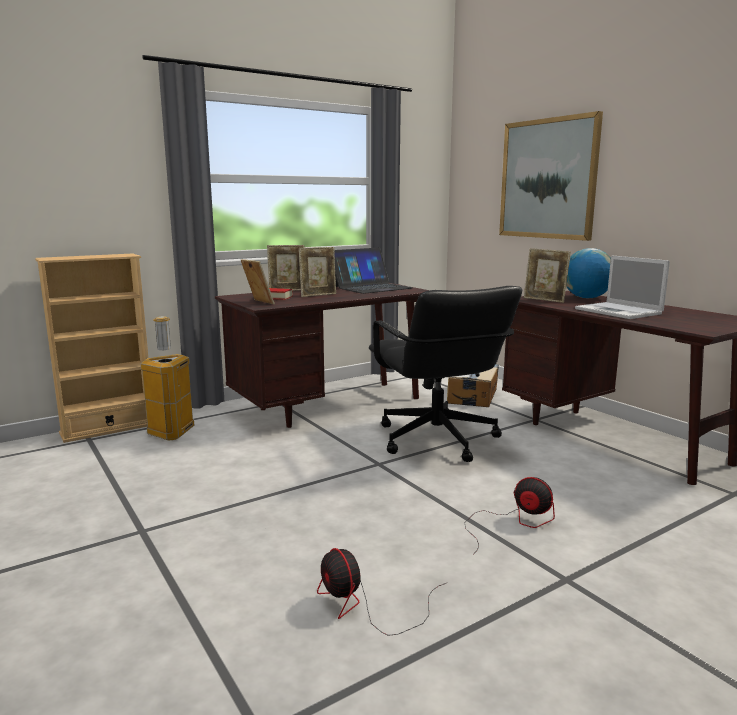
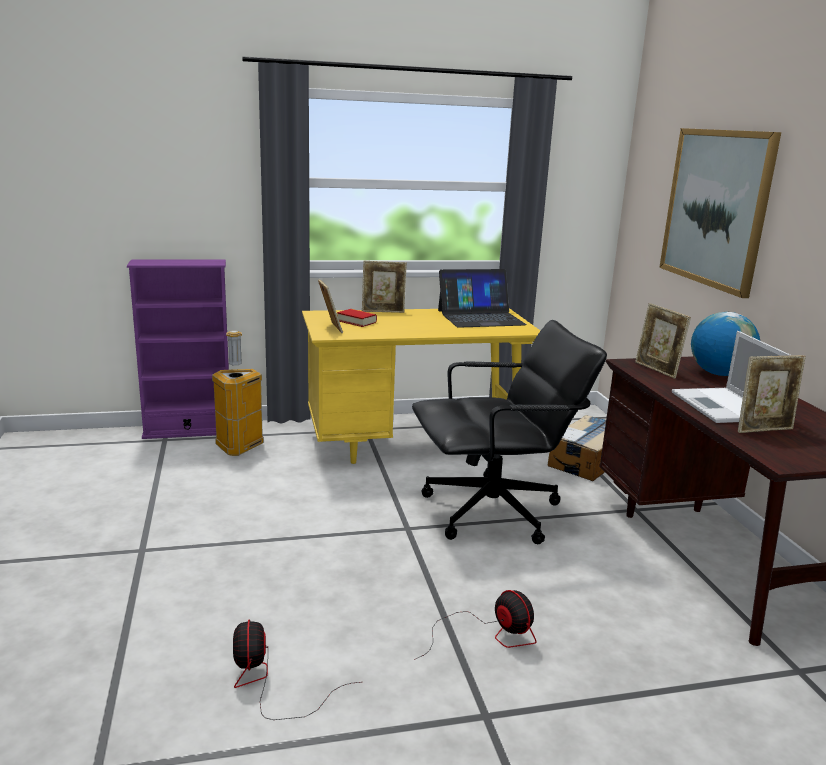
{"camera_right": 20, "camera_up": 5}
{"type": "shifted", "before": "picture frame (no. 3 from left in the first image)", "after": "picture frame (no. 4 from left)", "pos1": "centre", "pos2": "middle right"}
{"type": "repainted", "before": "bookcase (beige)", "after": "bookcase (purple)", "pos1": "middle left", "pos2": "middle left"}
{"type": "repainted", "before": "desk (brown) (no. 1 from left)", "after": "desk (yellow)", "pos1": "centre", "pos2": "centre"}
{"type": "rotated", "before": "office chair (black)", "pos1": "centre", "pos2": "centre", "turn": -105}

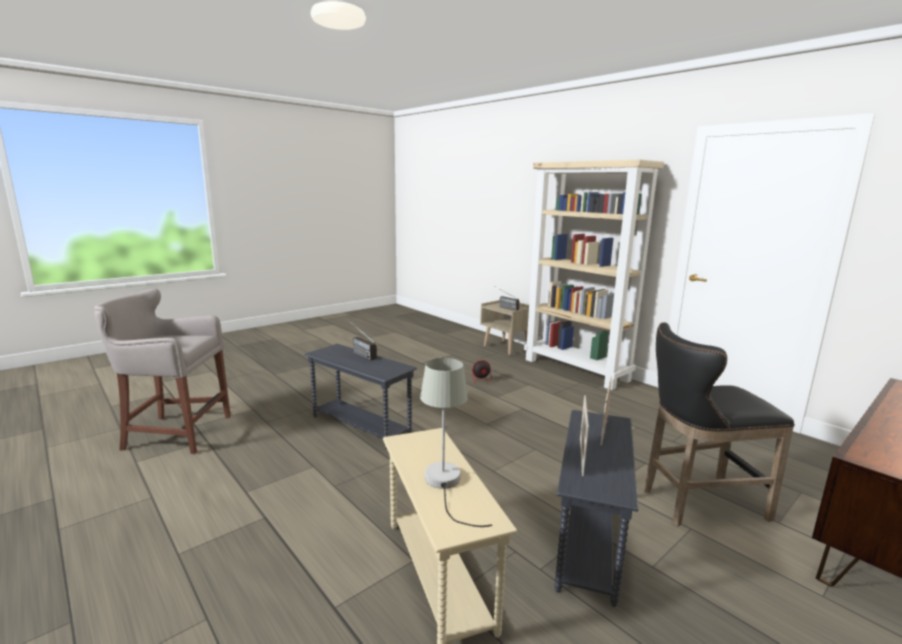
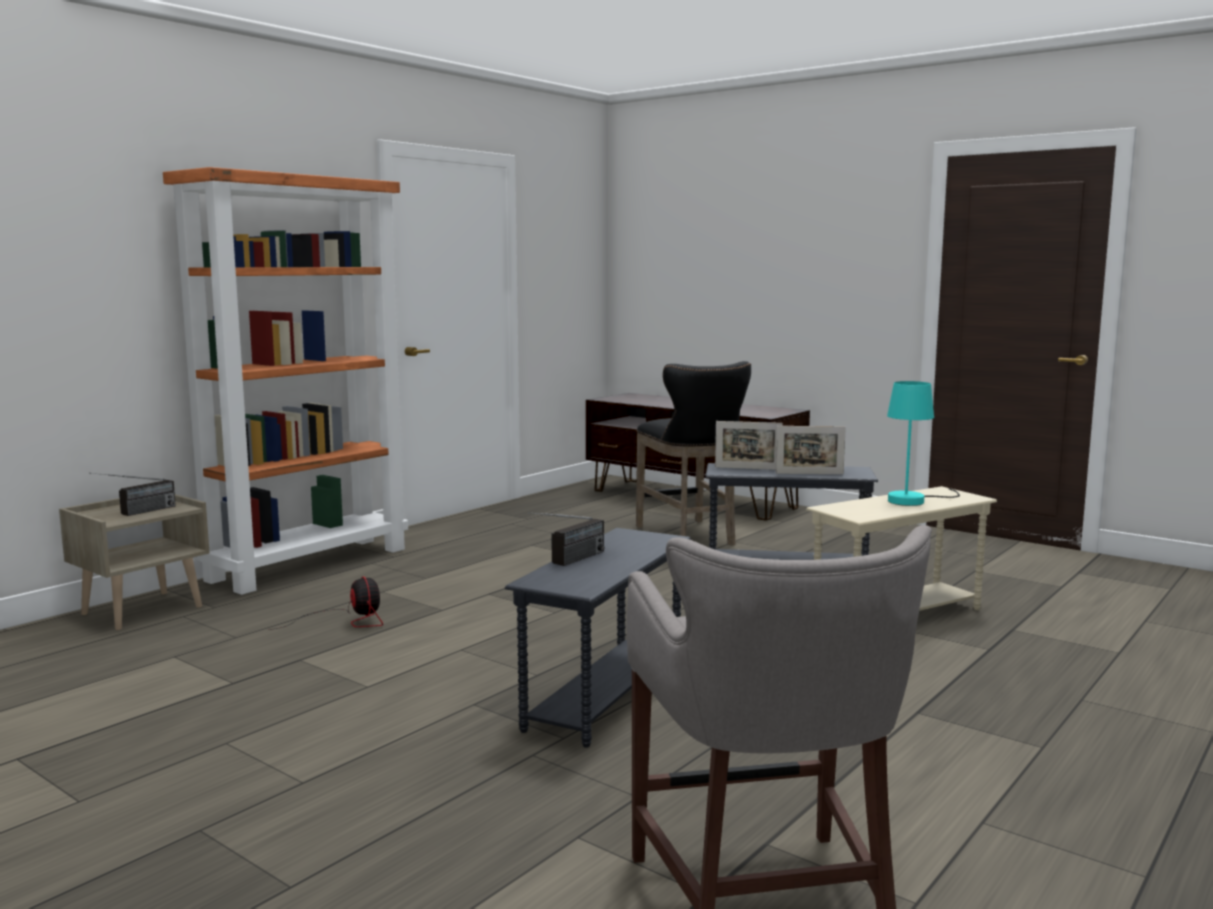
{"camera_right": -100, "camera_up": -5}
{"type": "repainted", "before": "bookcase (beige)", "after": "bookcase (orange)", "pos1": "centre", "pos2": "middle left"}
{"type": "repainted", "before": "table lamp (grey)", "after": "table lamp (turquoise)", "pos1": "bottom centre", "pos2": "middle right"}

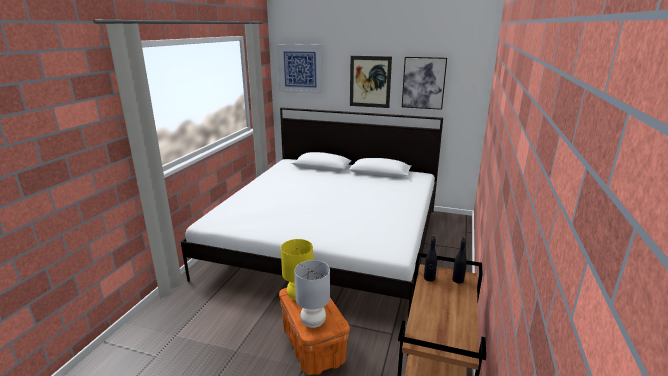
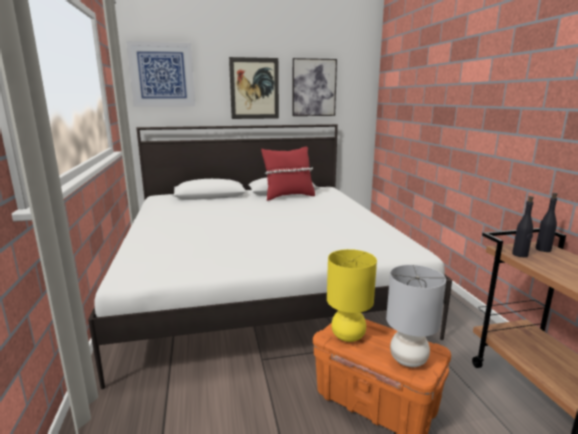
{"camera_right": -30, "camera_up": -5}
{"type": "new", "after": "pillow (red)", "pos2": "centre"}

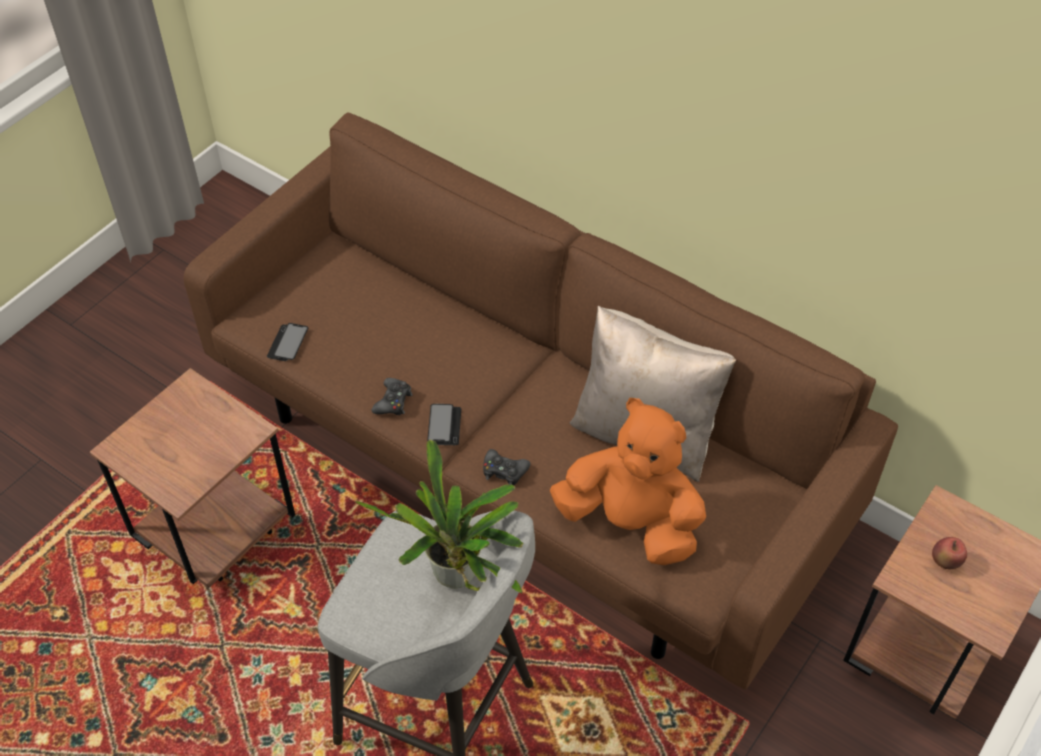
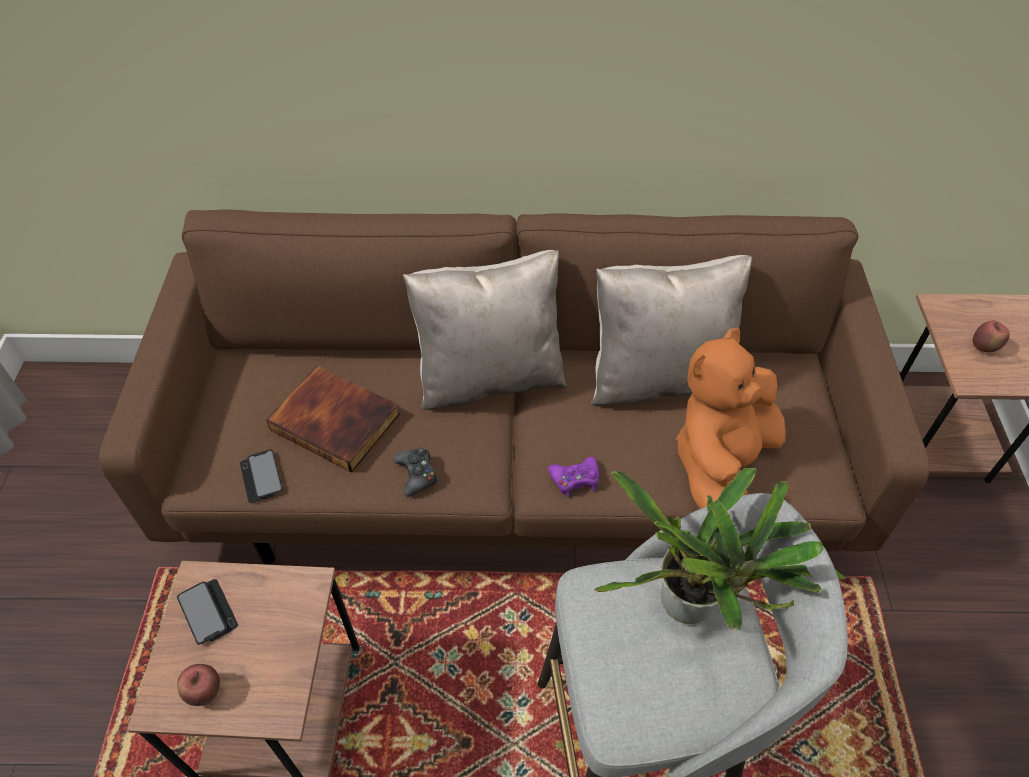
{"camera_right": -35, "camera_up": 0}
{"type": "rotated", "before": "plush toy (orange)", "pos1": "centre", "pos2": "middle right", "turn": -45}
{"type": "shifted", "before": "phone (no. 2 from left in the first image)", "after": "phone (no. 1 from left)", "pos1": "centre", "pos2": "bottom left"}
{"type": "repainted", "before": "game controller (black) (no. 2 from left)", "after": "game controller (purple)", "pos1": "centre", "pos2": "centre"}
{"type": "new", "after": "pillow (beige) (no. 1 from left)", "pos2": "centre"}
{"type": "new", "after": "book", "pos2": "middle left"}
{"type": "new", "after": "apple (no. 1 from left)", "pos2": "bottom left"}

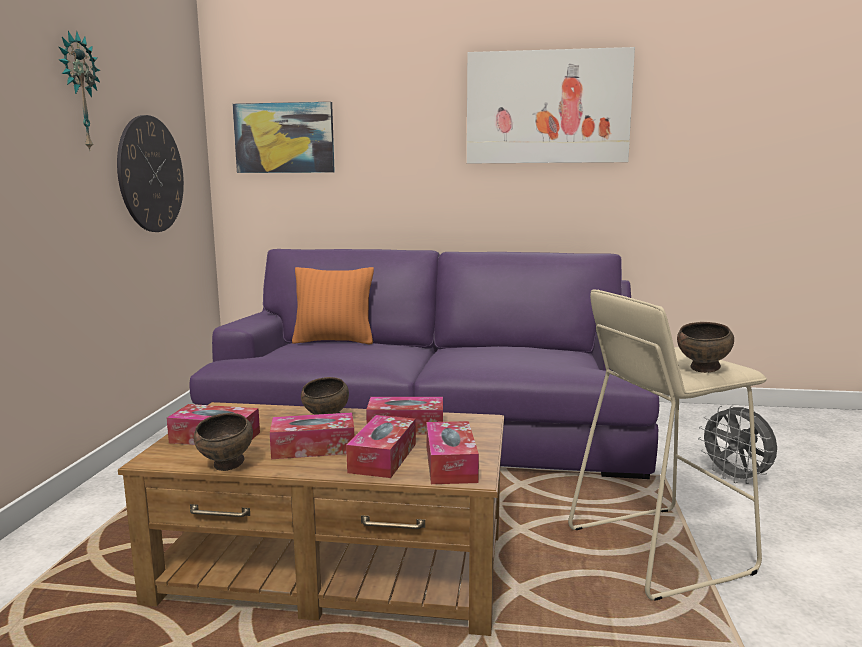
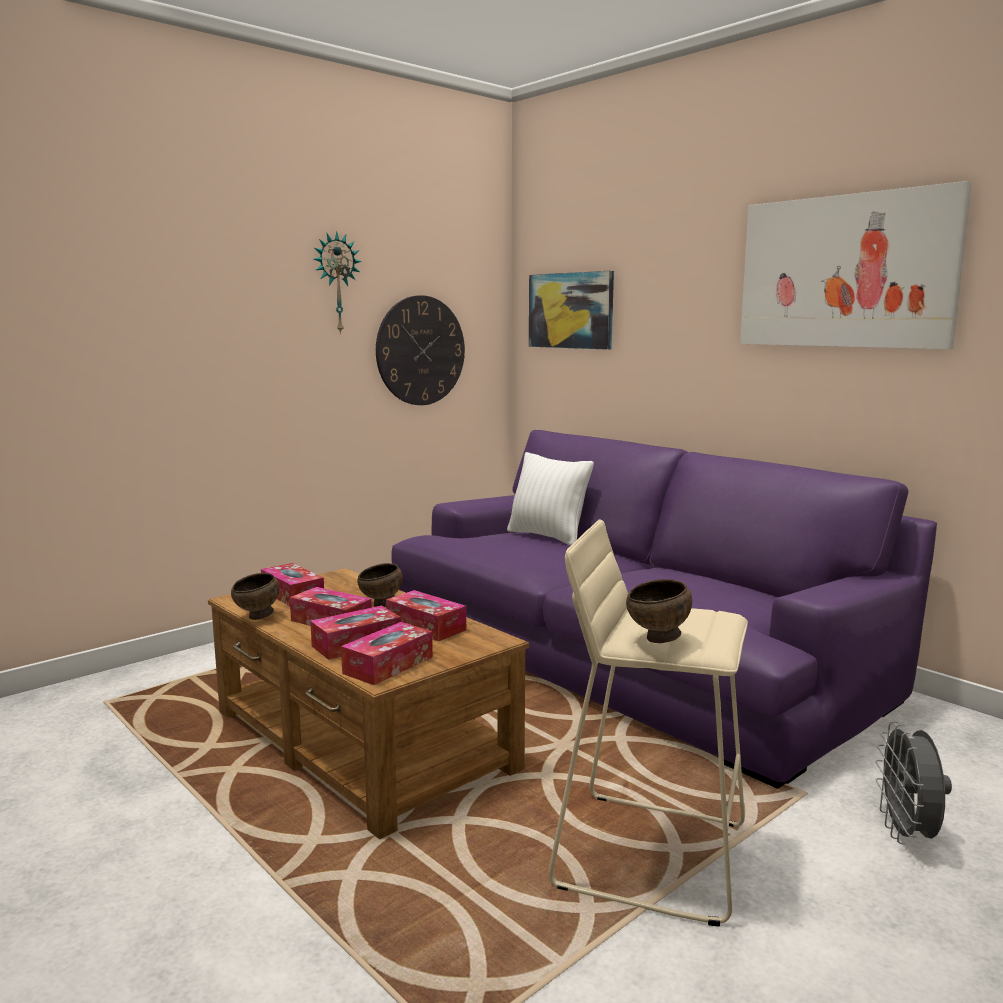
{"camera_right": 40, "camera_up": 0}
{"type": "repainted", "before": "pillow (orange)", "after": "pillow (white)", "pos1": "centre", "pos2": "centre"}

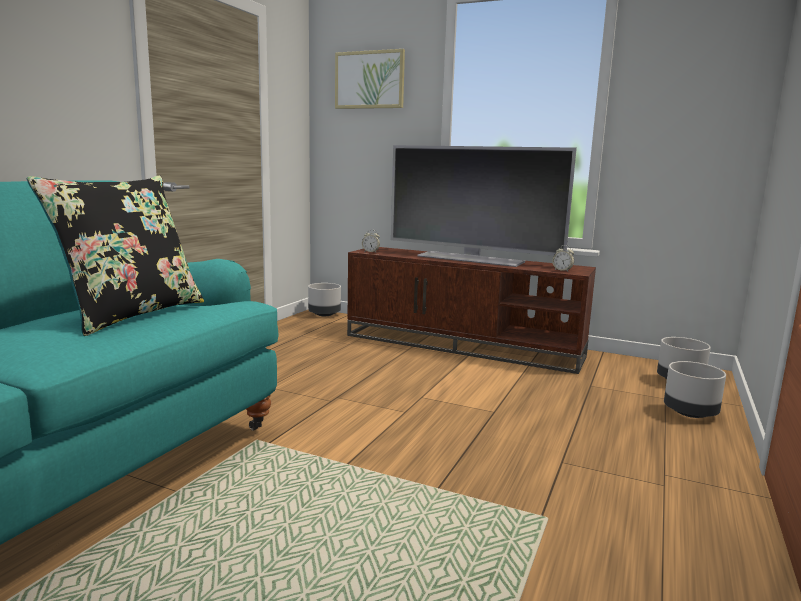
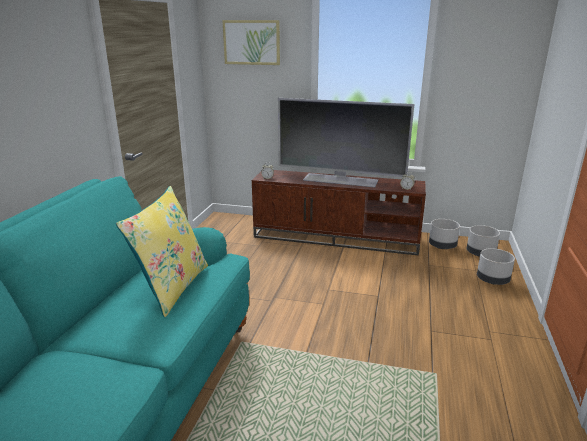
{"camera_right": -10, "camera_up": 10}
{"type": "repainted", "before": "pillow (black)", "after": "pillow (yellow)", "pos1": "middle left", "pos2": "middle left"}
{"type": "shifted", "before": "planter (grey) (no. 1 from left)", "pos1": "centre", "pos2": "middle right"}

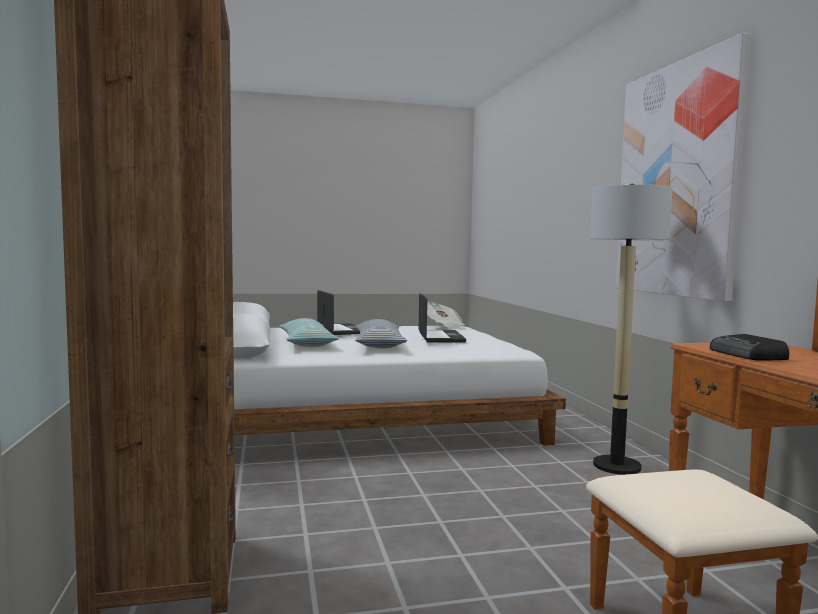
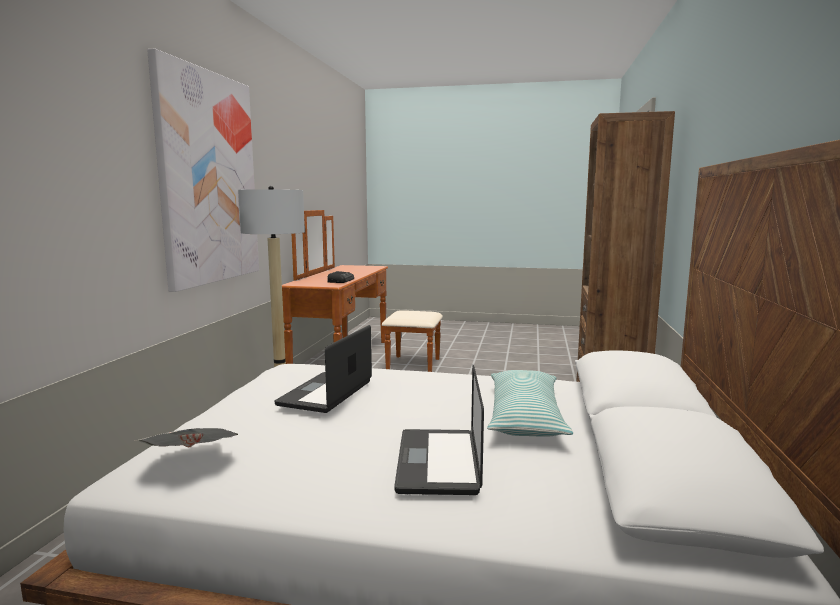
{"camera_right": -155, "camera_up": 5}
{"type": "gone", "before": "pillow (no. 2 from left)", "pos1": "centre"}

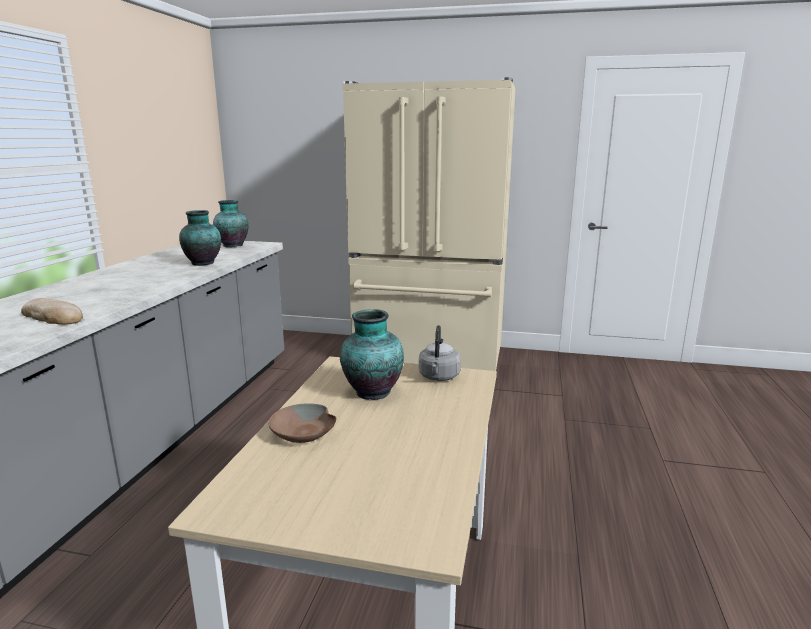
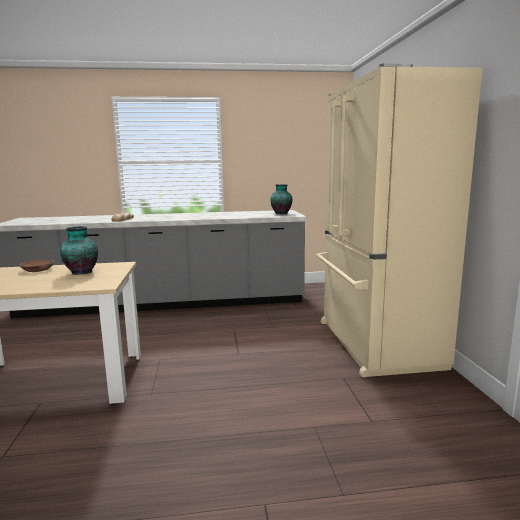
{"camera_right": 70, "camera_up": -5}
{"type": "gone", "before": "vase (no. 1 from left)", "pos1": "middle left"}
{"type": "gone", "before": "kettle (grey)", "pos1": "centre"}

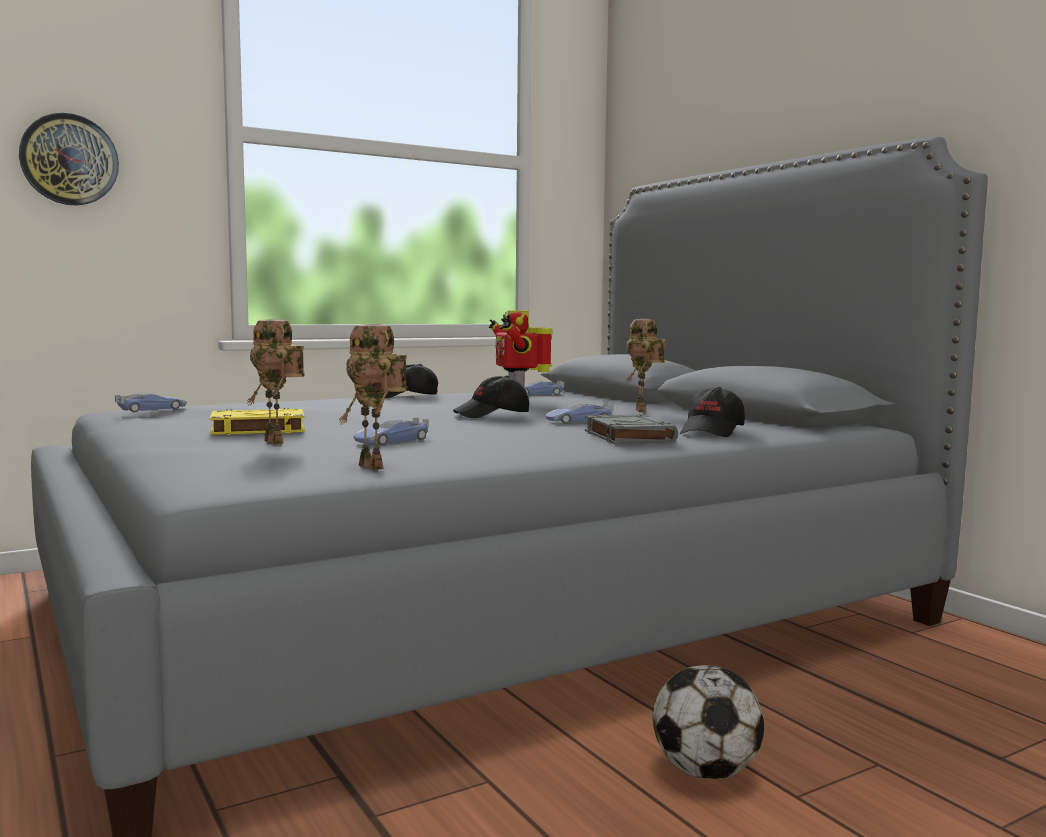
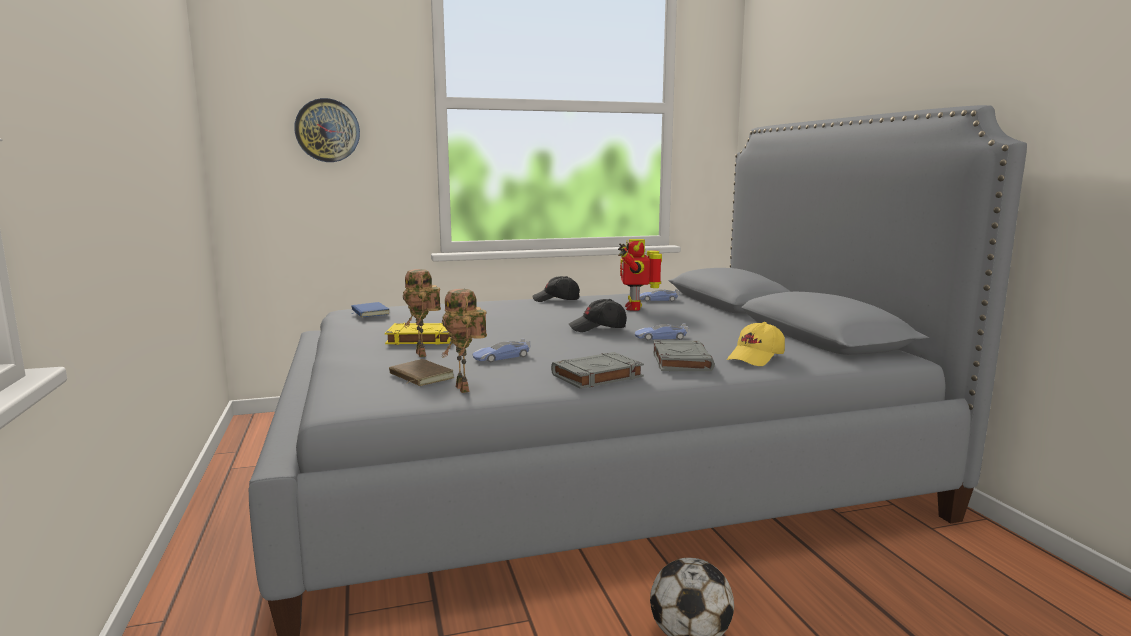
{"camera_right": 15, "camera_up": 5}
{"type": "gone", "before": "toy robot (no. 4 from left)", "pos1": "centre"}
{"type": "repainted", "before": "cap (black) (no. 3 from left)", "after": "cap (yellow)", "pos1": "middle right", "pos2": "middle right"}
{"type": "swapped", "before": "toy car (no. 1 from left)", "after": "book (blue)", "pos1": "middle left", "pos2": "middle left"}
{"type": "new", "after": "book (grey) (no. 1 from left)", "pos2": "centre"}
{"type": "new", "after": "book (brown)", "pos2": "centre"}

